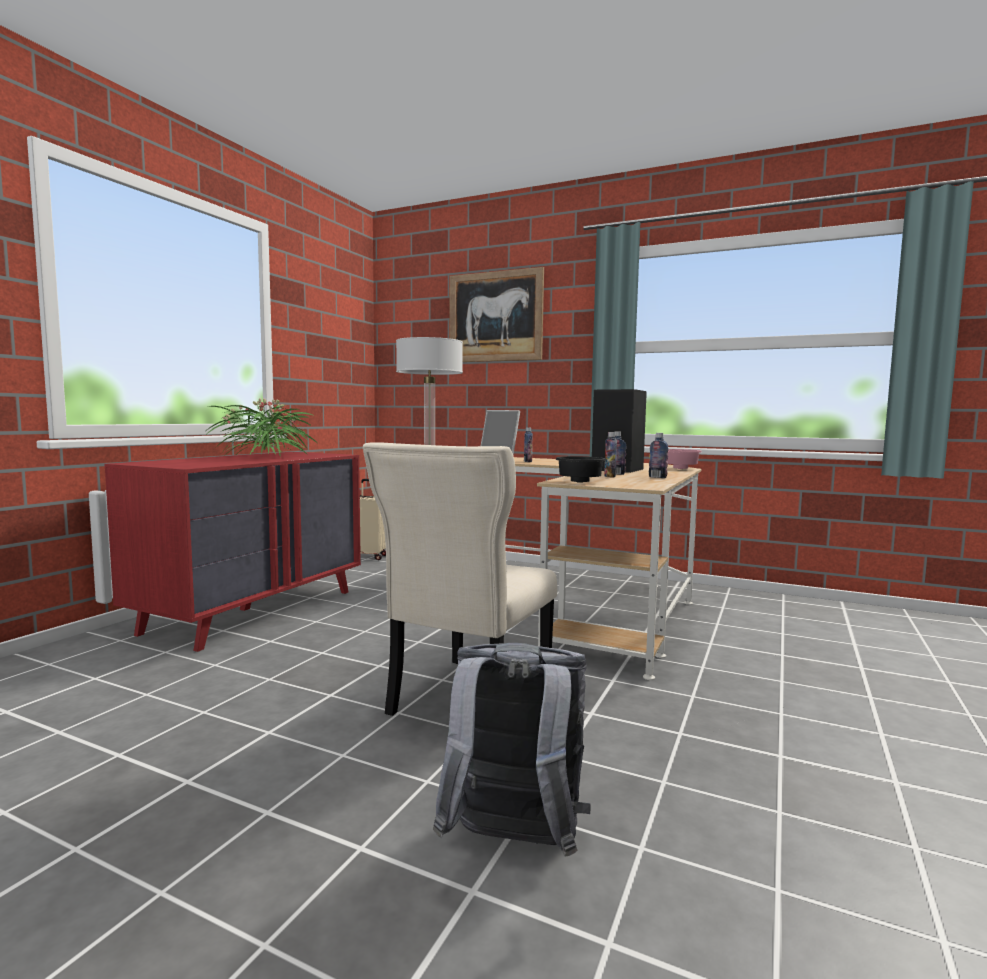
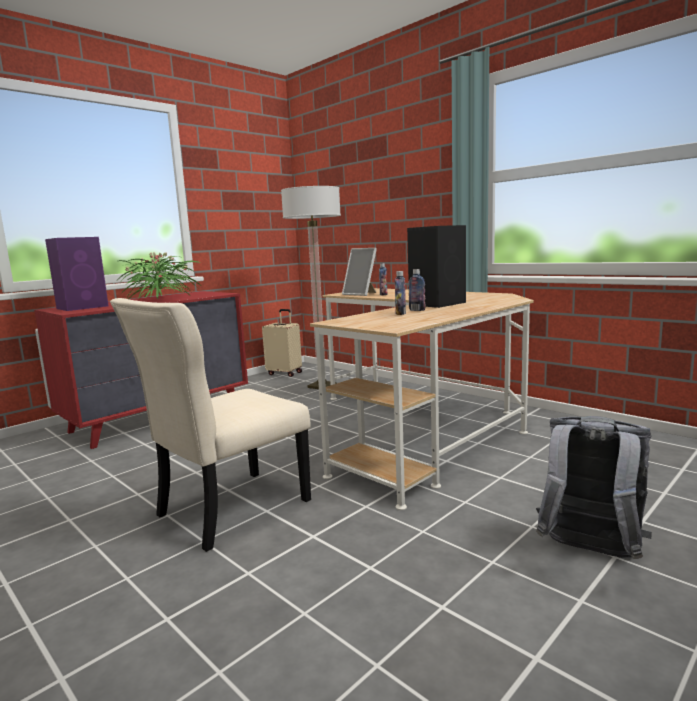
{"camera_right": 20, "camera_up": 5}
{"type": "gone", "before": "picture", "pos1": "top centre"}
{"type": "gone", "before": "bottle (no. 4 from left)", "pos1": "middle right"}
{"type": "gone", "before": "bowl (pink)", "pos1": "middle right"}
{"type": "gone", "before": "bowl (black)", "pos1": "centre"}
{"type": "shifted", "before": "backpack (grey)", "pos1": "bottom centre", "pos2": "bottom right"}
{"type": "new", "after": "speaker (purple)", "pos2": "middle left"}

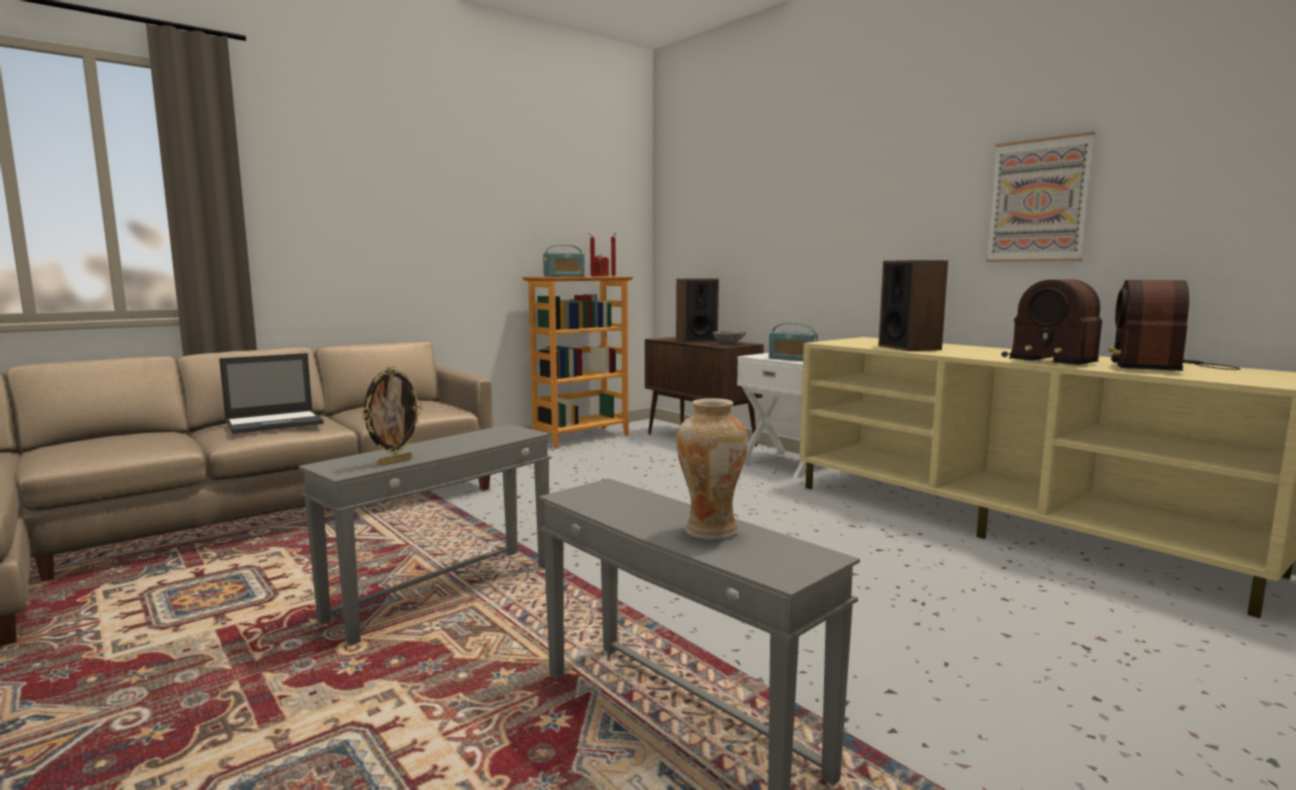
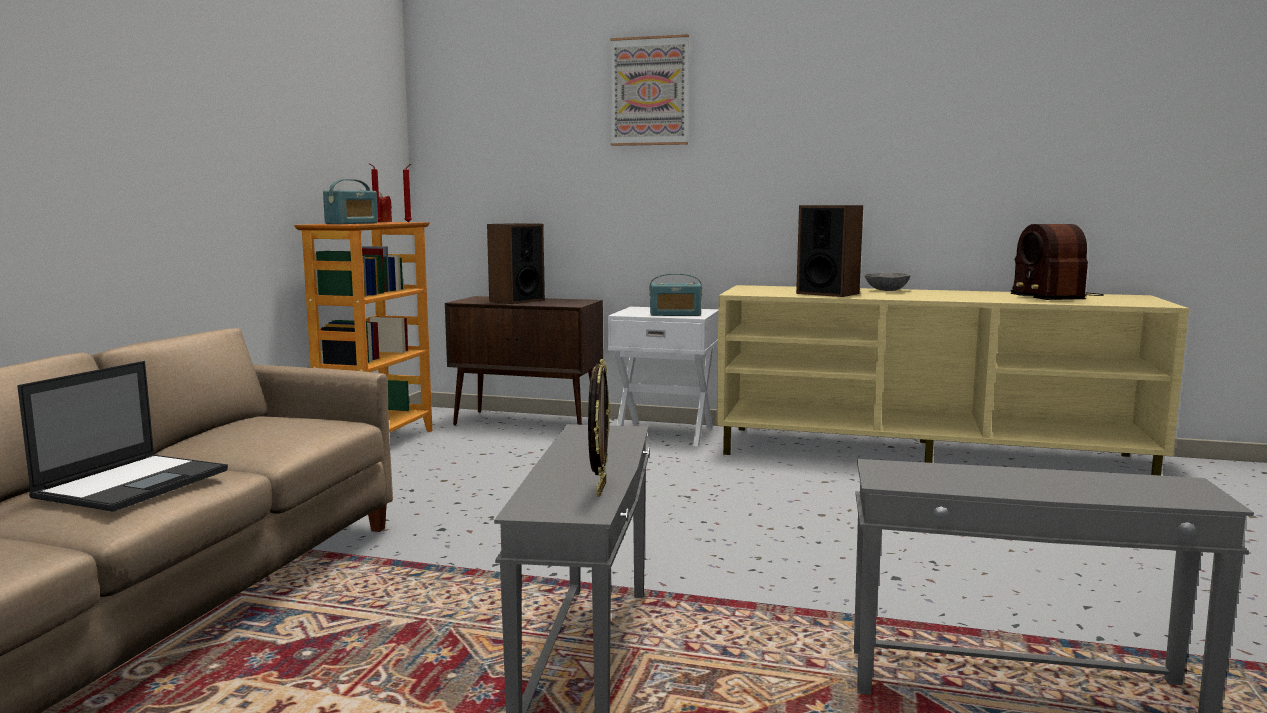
{"camera_right": -35, "camera_up": 0}
{"type": "shifted", "before": "picture", "pos1": "top right", "pos2": "top centre"}
{"type": "gone", "before": "radio (no. 3 from left)", "pos1": "middle right"}
{"type": "shifted", "before": "bowl (grey)", "pos1": "centre", "pos2": "middle right"}
{"type": "gone", "before": "vase", "pos1": "centre"}

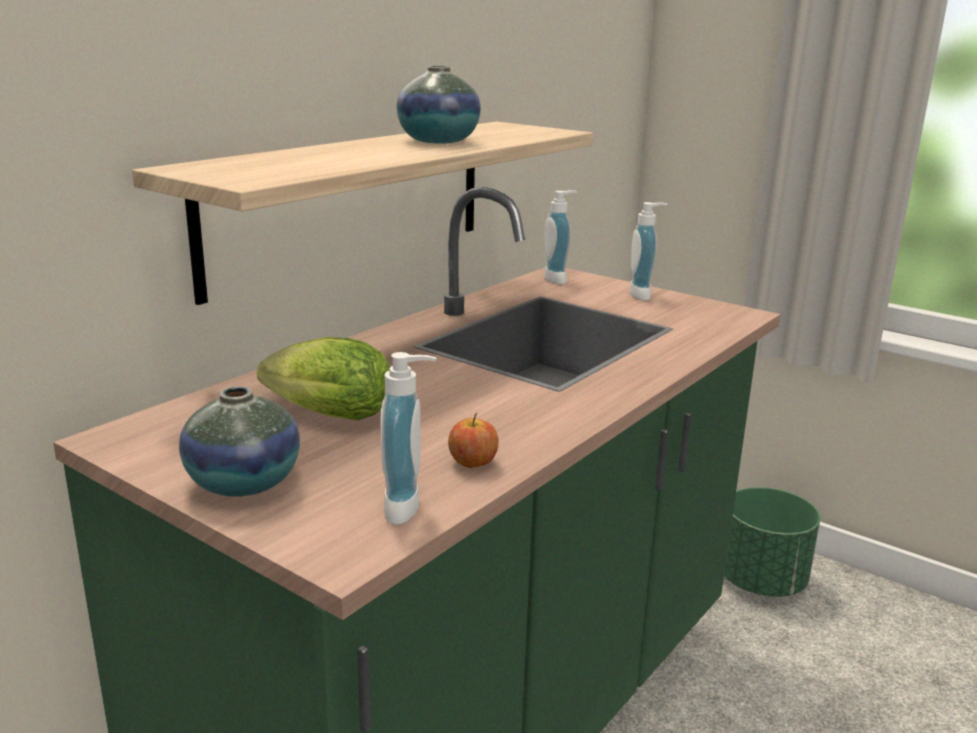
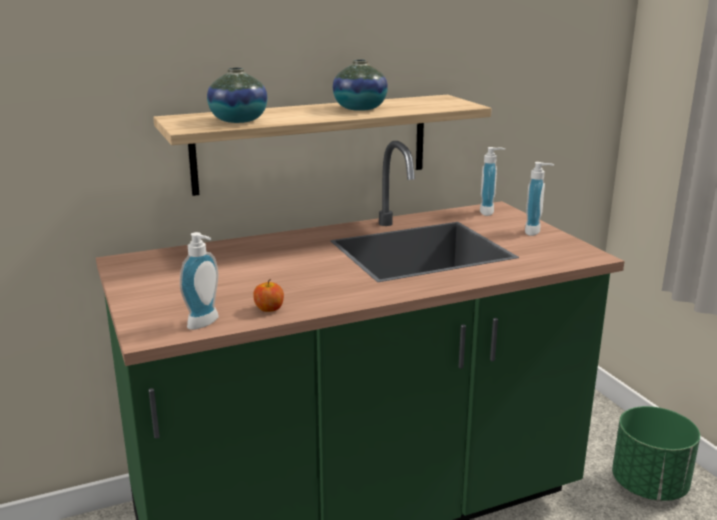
{"camera_right": 30, "camera_up": 0}
{"type": "gone", "before": "lettuce", "pos1": "middle left"}
{"type": "shifted", "before": "vase (no. 1 from left)", "pos1": "middle left", "pos2": "top left"}

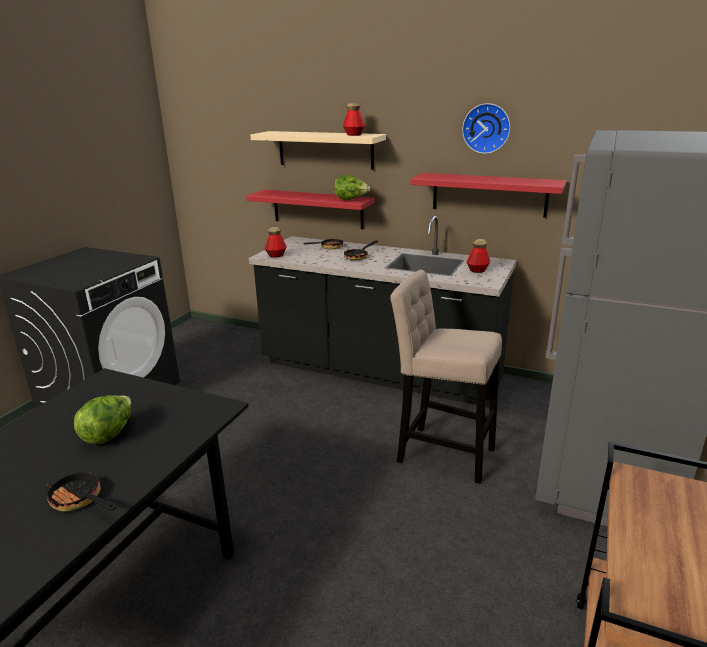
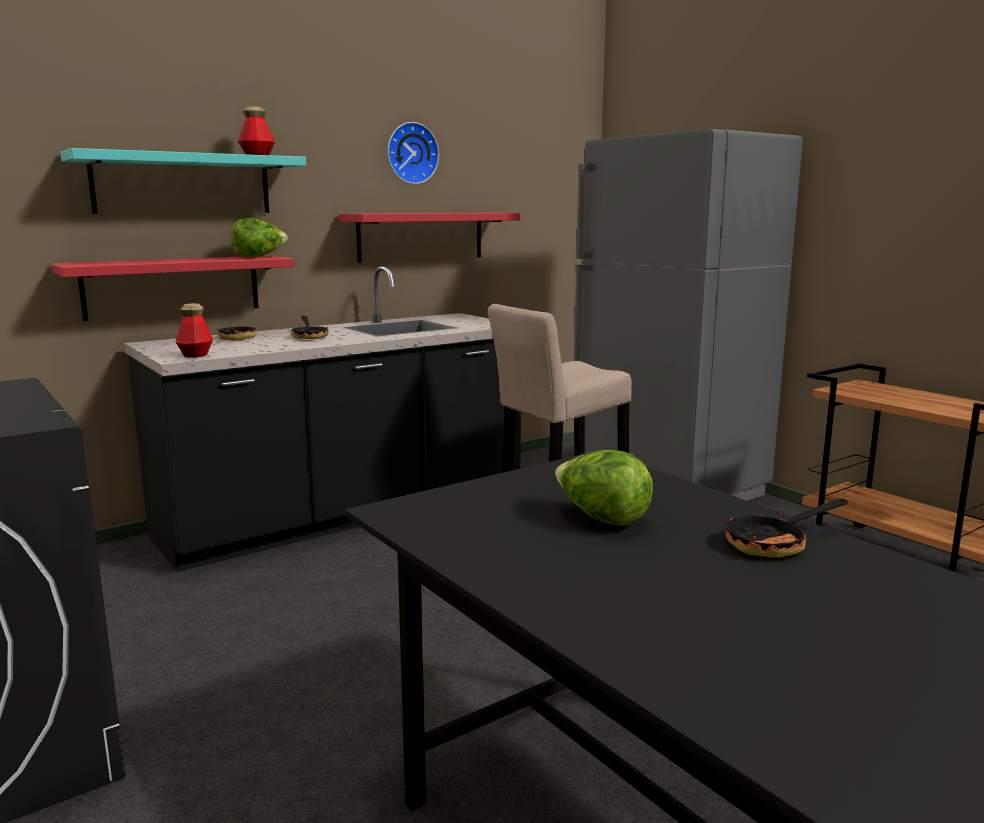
{"camera_right": -60, "camera_up": -10}
{"type": "repainted", "before": "shelf (beige)", "after": "shelf (turquoise)", "pos1": "top centre", "pos2": "top left"}
{"type": "gone", "before": "bottle (no. 3 from left)", "pos1": "middle right"}

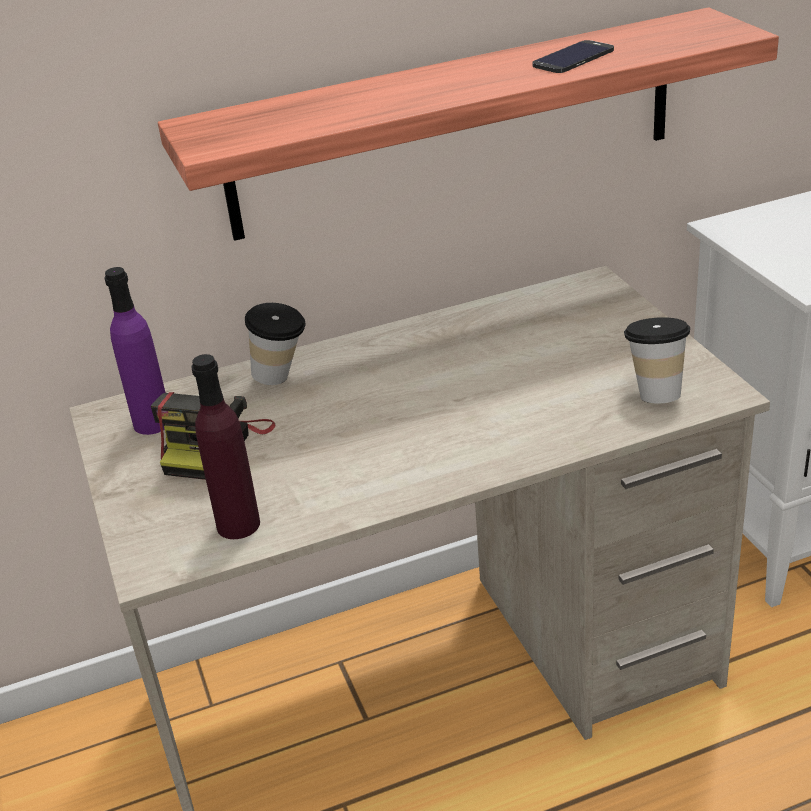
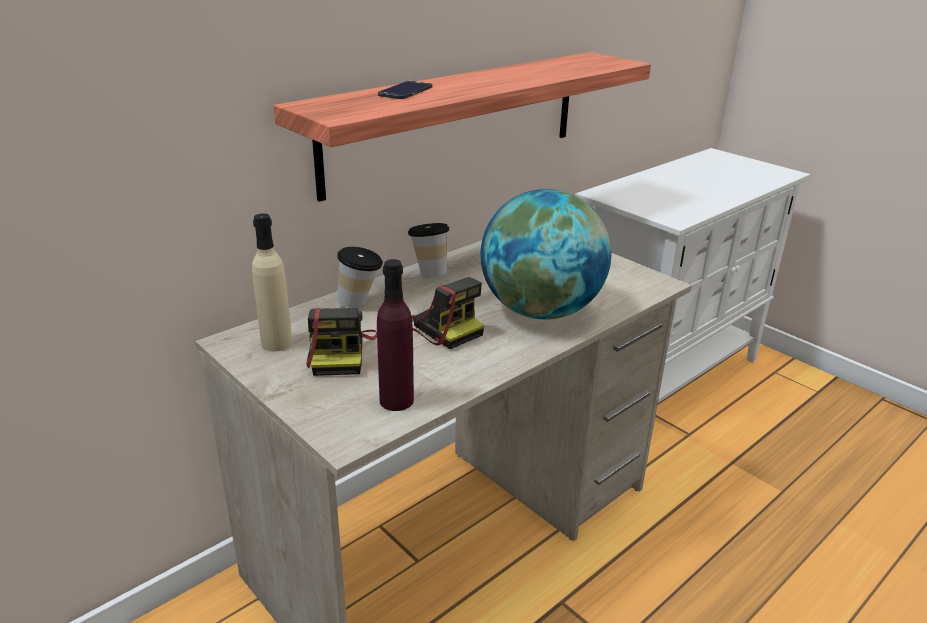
{"camera_right": -25, "camera_up": -5}
{"type": "shifted", "before": "phone", "pos1": "top right", "pos2": "top centre"}
{"type": "repainted", "before": "bottle (purple) (no. 1 from left)", "after": "bottle (beige)", "pos1": "middle left", "pos2": "middle left"}
{"type": "shifted", "before": "cup (no. 2 from left)", "pos1": "middle right", "pos2": "centre"}
{"type": "new", "after": "globe", "pos2": "centre"}
{"type": "new", "after": "photo camera (no. 2 from left)", "pos2": "centre"}

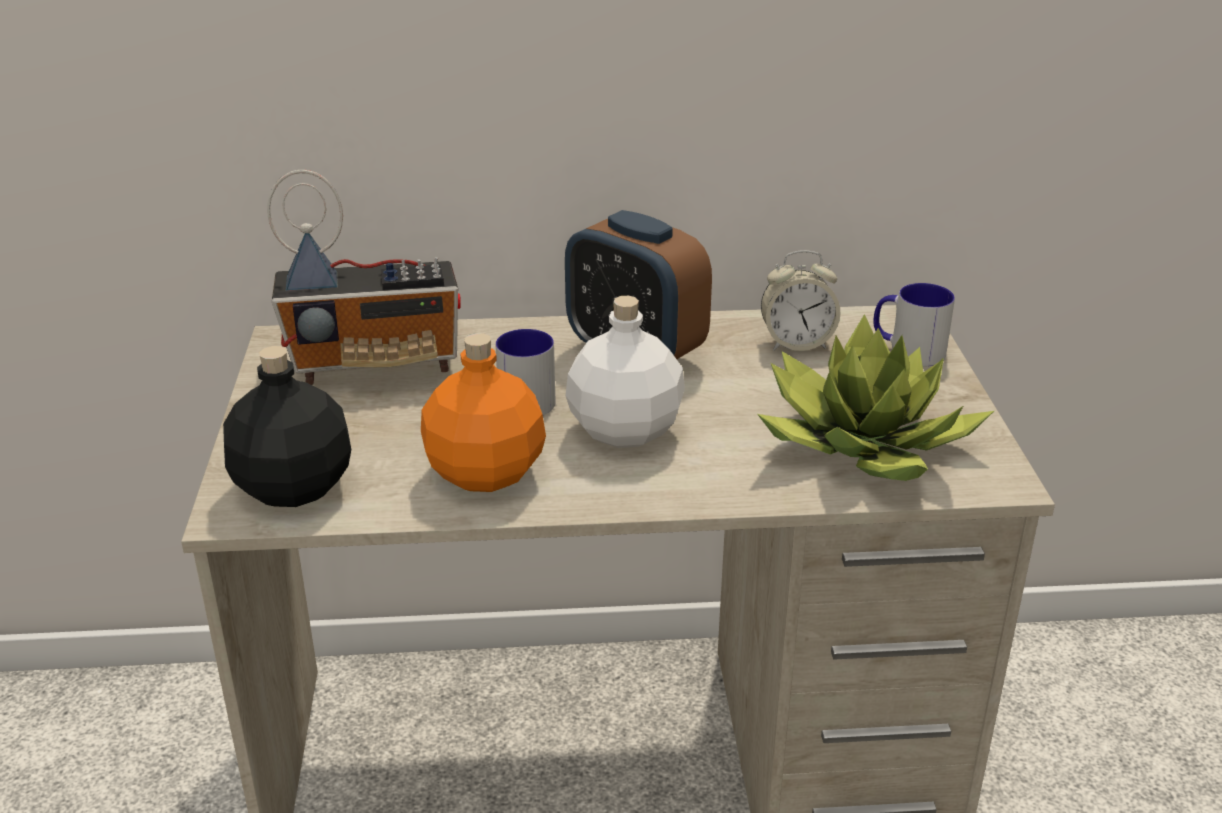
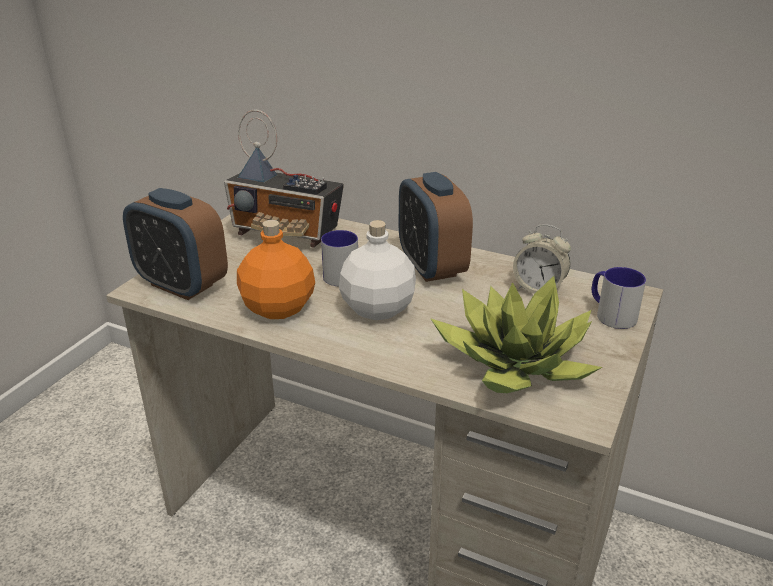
{"camera_right": 30, "camera_up": 0}
{"type": "swapped", "before": "bottle (black)", "after": "alarm clock (no. 1 from left)", "pos1": "middle left", "pos2": "middle left"}

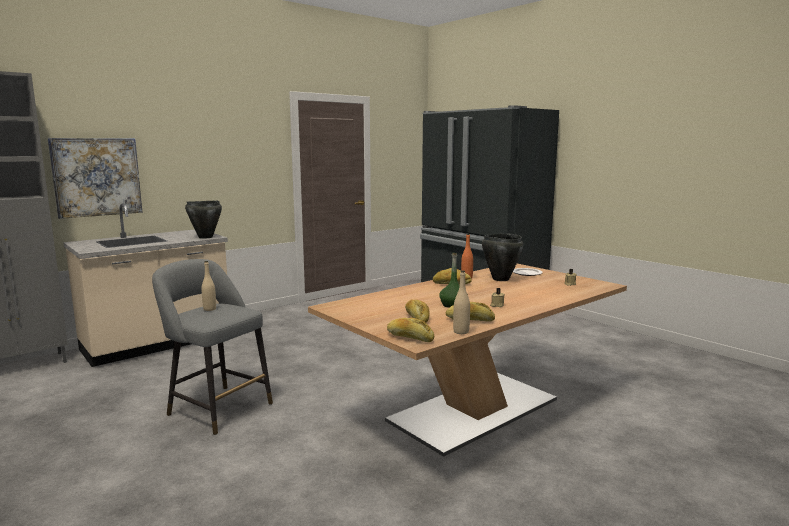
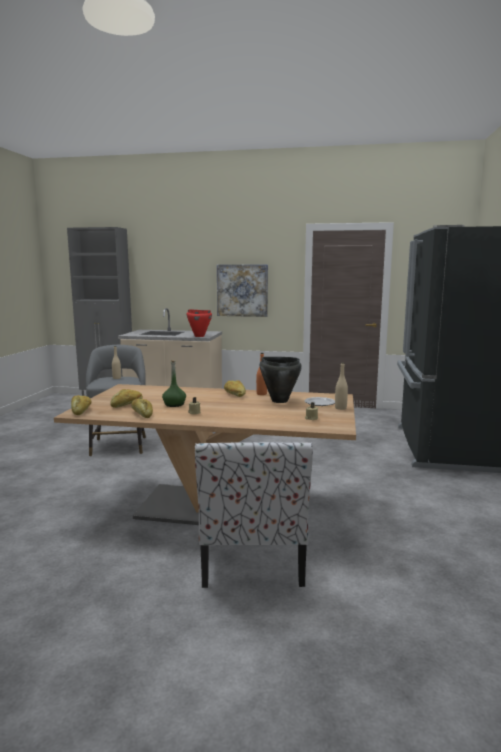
{"camera_right": 50, "camera_up": 0}
{"type": "shifted", "before": "picture", "pos1": "middle left", "pos2": "centre"}
{"type": "repainted", "before": "cooking pot (black) (no. 1 from left)", "after": "cooking pot (red)", "pos1": "middle left", "pos2": "centre"}
{"type": "shifted", "before": "bottle (beige) (no. 2 from left)", "pos1": "centre", "pos2": "middle right"}
{"type": "new", "after": "chair", "pos2": "bottom centre"}

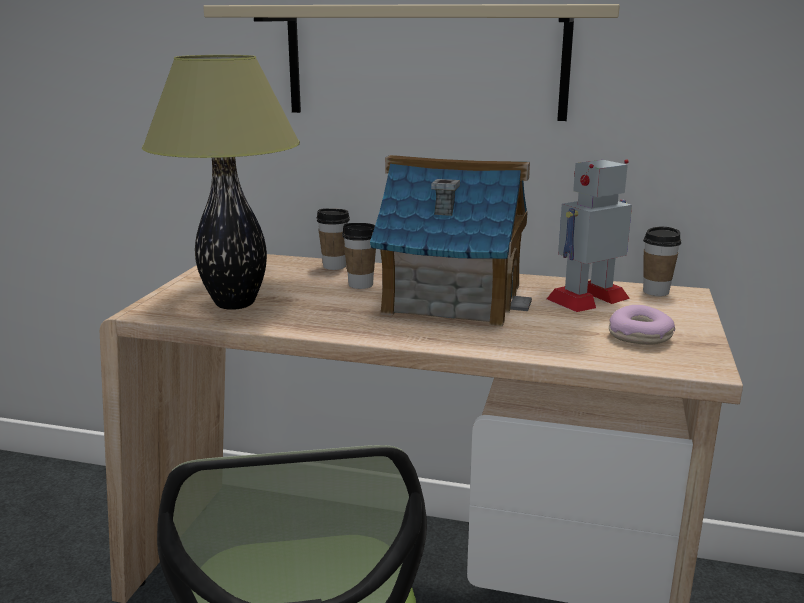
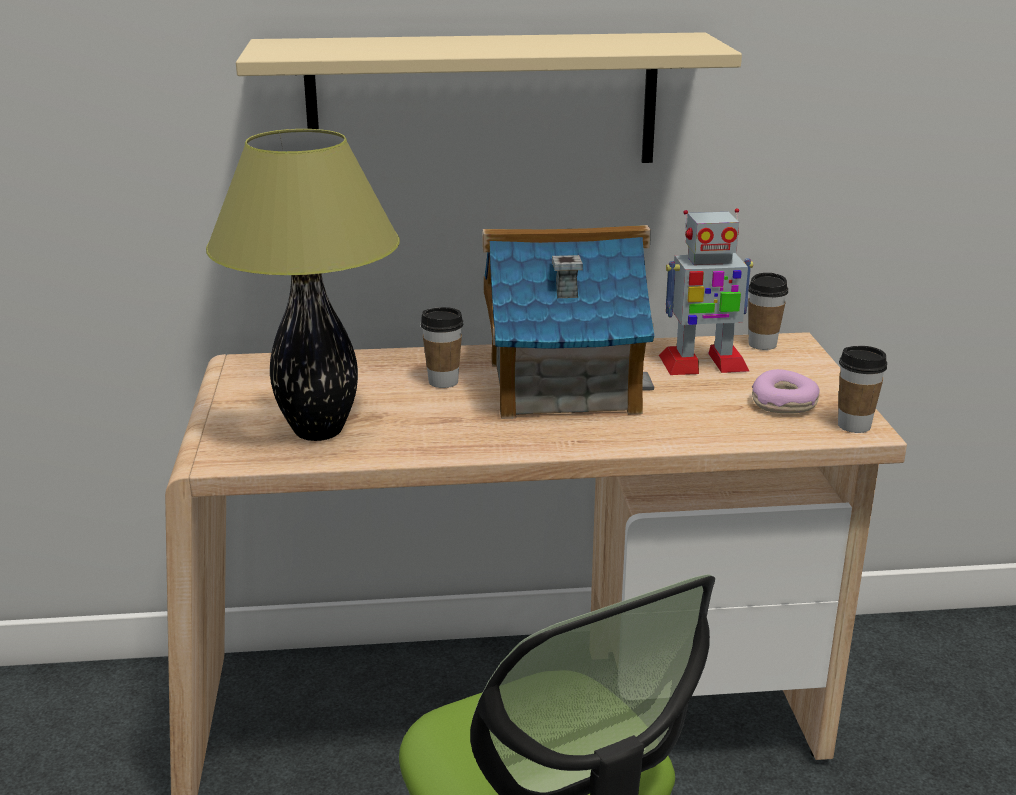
{"camera_right": -20, "camera_up": 5}
{"type": "rotated", "before": "toy robot", "pos1": "middle right", "pos2": "middle right", "turn": -135}
{"type": "shifted", "before": "cup (no. 1 from left in the first image)", "after": "cup (no. 3 from left)", "pos1": "centre", "pos2": "middle right"}

